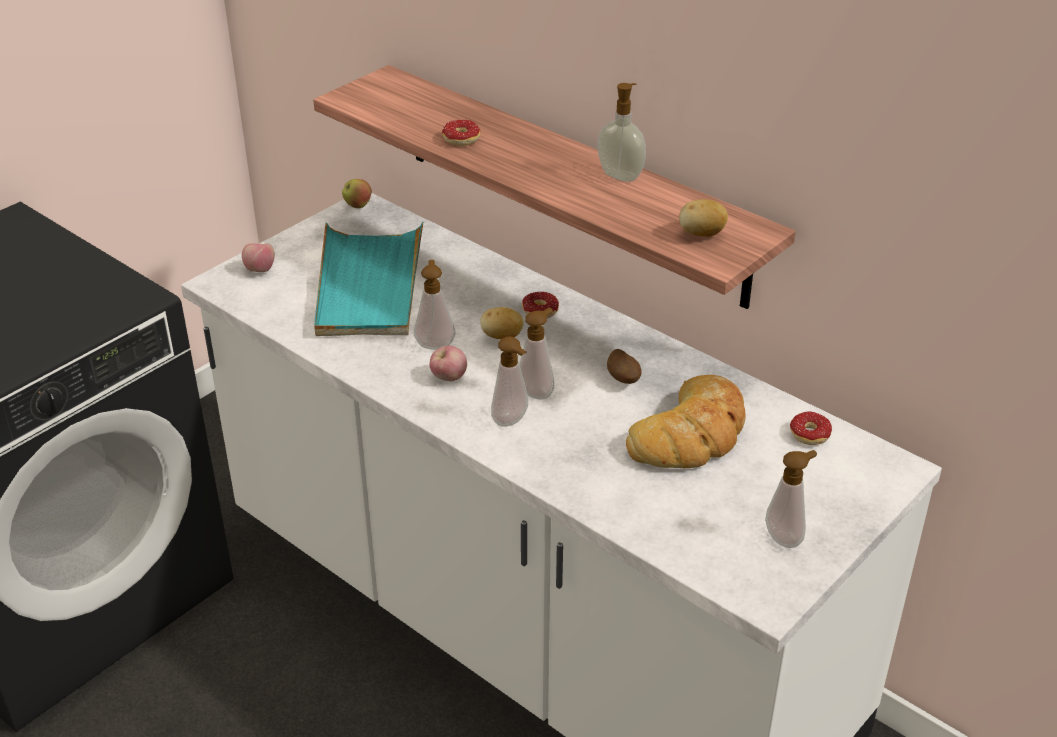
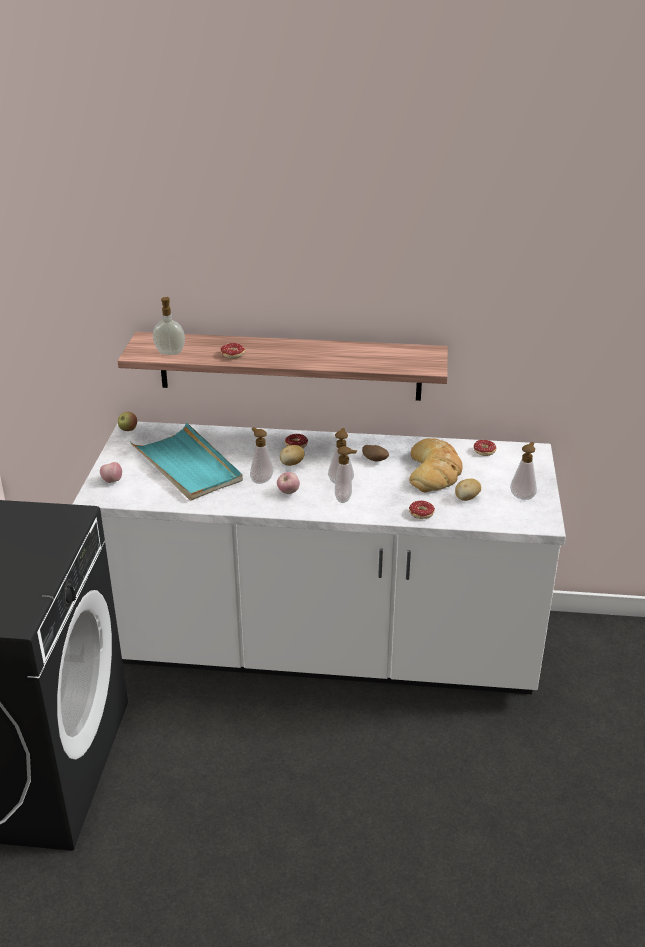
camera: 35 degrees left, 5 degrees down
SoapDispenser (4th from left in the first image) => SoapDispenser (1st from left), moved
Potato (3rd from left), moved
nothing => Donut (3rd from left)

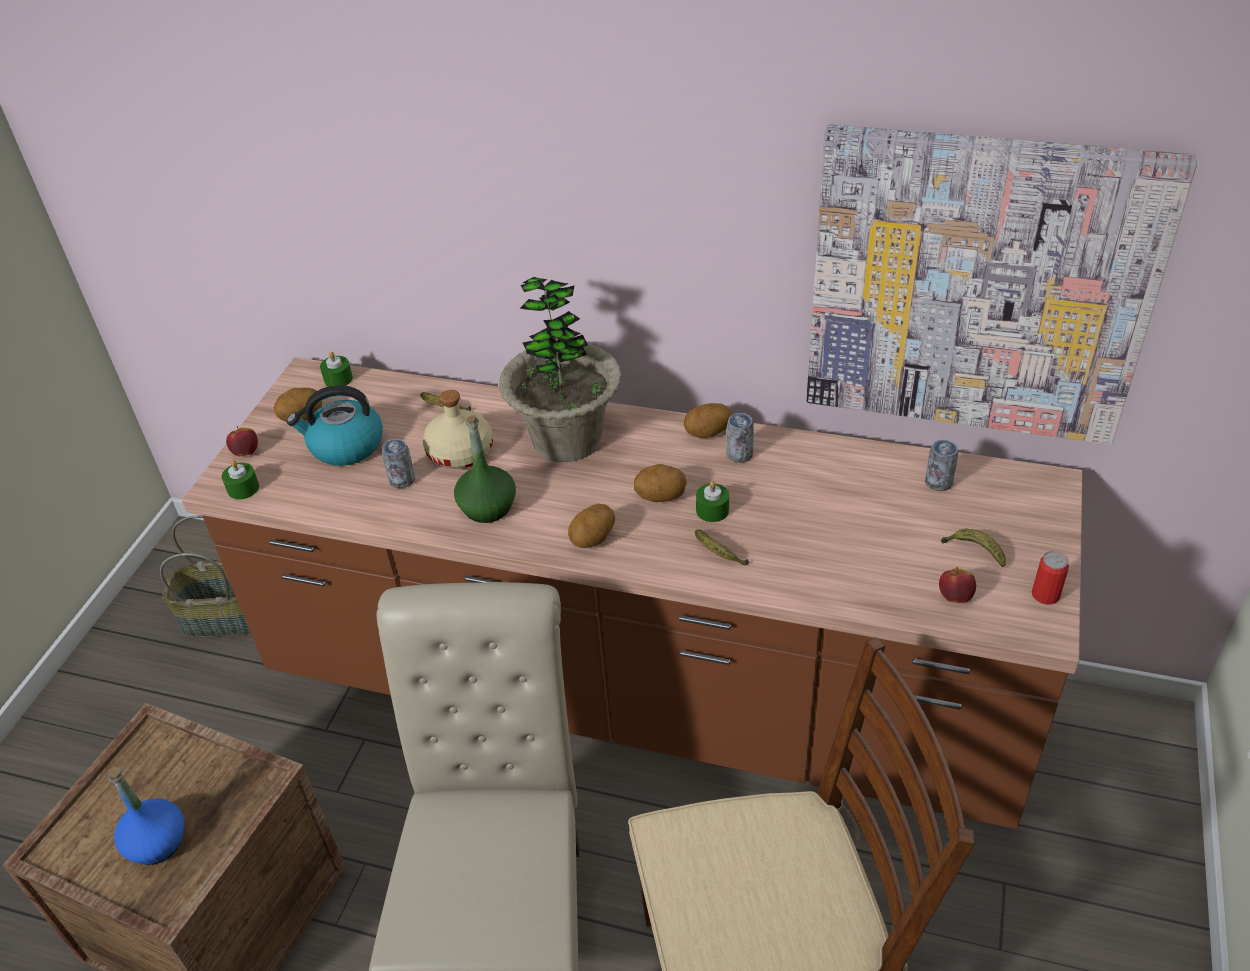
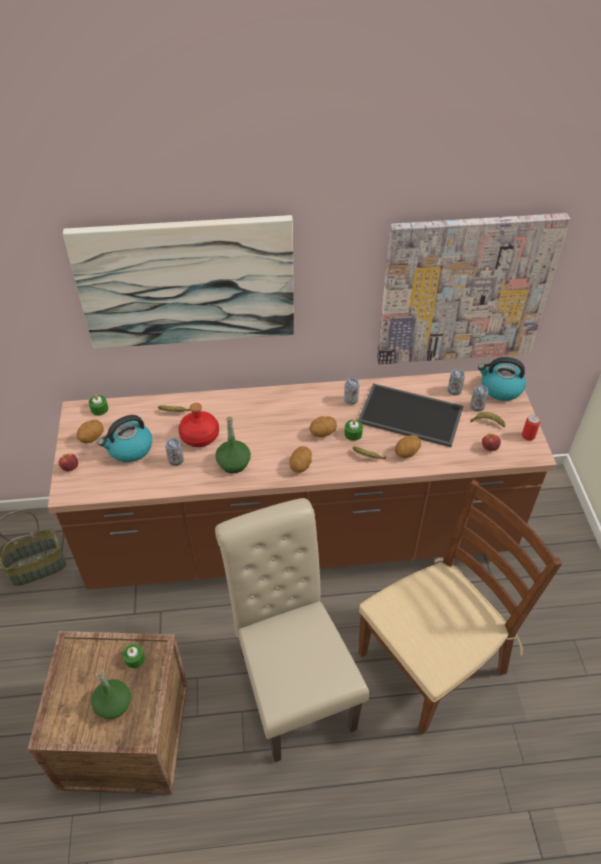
camera: 25 degrees left, 5 degrees up
PottedPlant => nothing
BeigeBottle => RedBottle
Potato (4th from left), moved
GreenCandle (1st from left in the first image) => GreenCandle (2nd from left), moved
BlueBottle => GreenBottle (1st from left)
nothing => Picture (1st from left)
nothing => Kettle (2nd from left)
nothing => Tray
nothing => Can (4th from left)

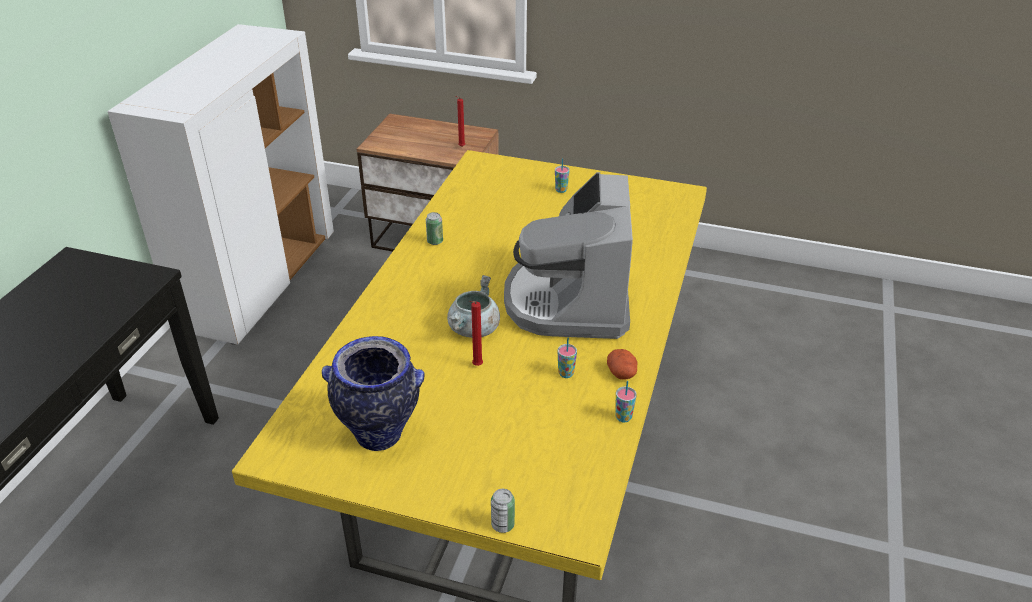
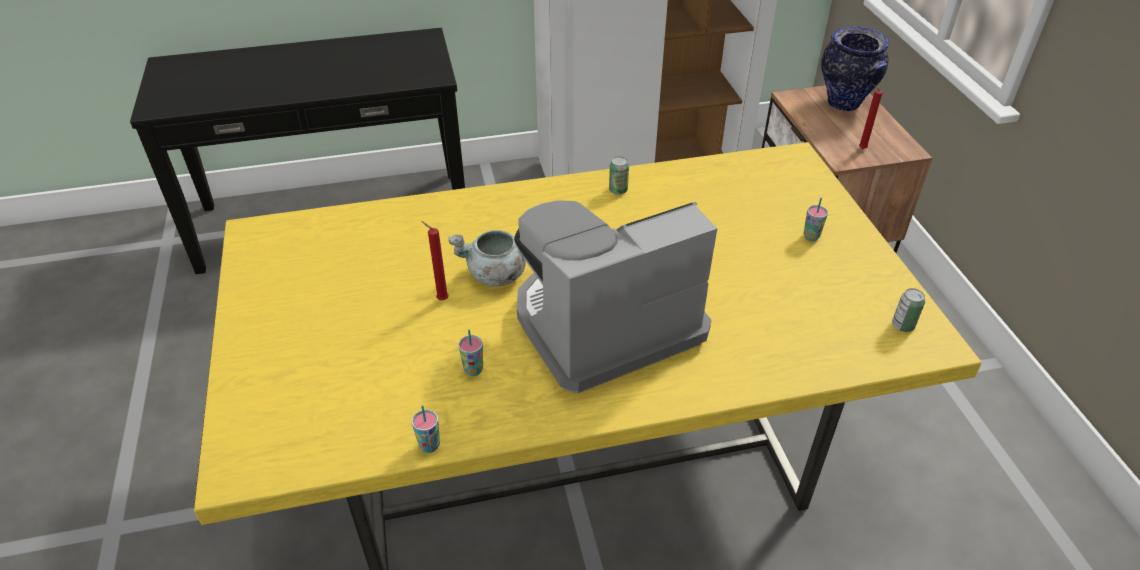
camera: 60 degrees right, 5 degrees up
Vase, moved
Potato => nothing
Can (2nd from left), moved

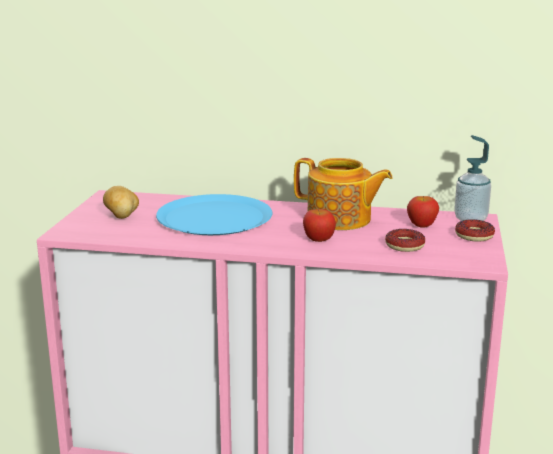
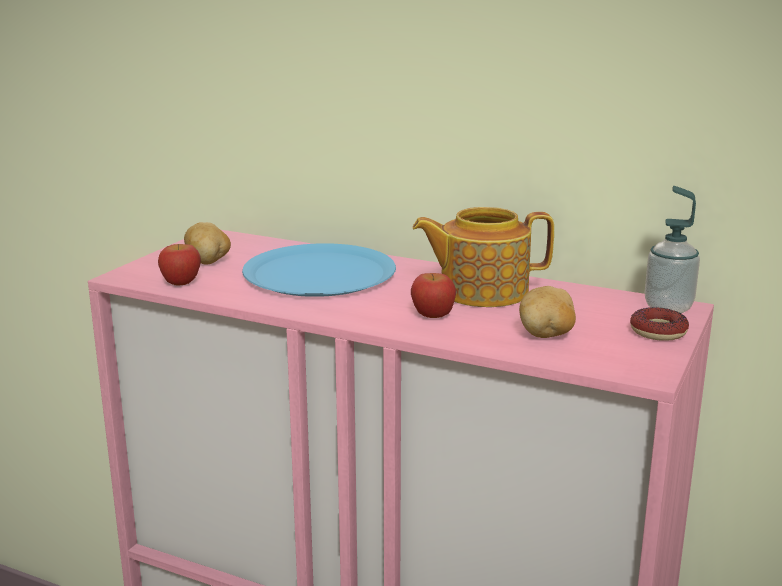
camera: 15 degrees right, 0 degrees up
Teapot, 135 degrees clockwise
Apple (2nd from left in the first image) => Apple (1st from left), moved
Donut (1st from left) => Potato (2nd from left)

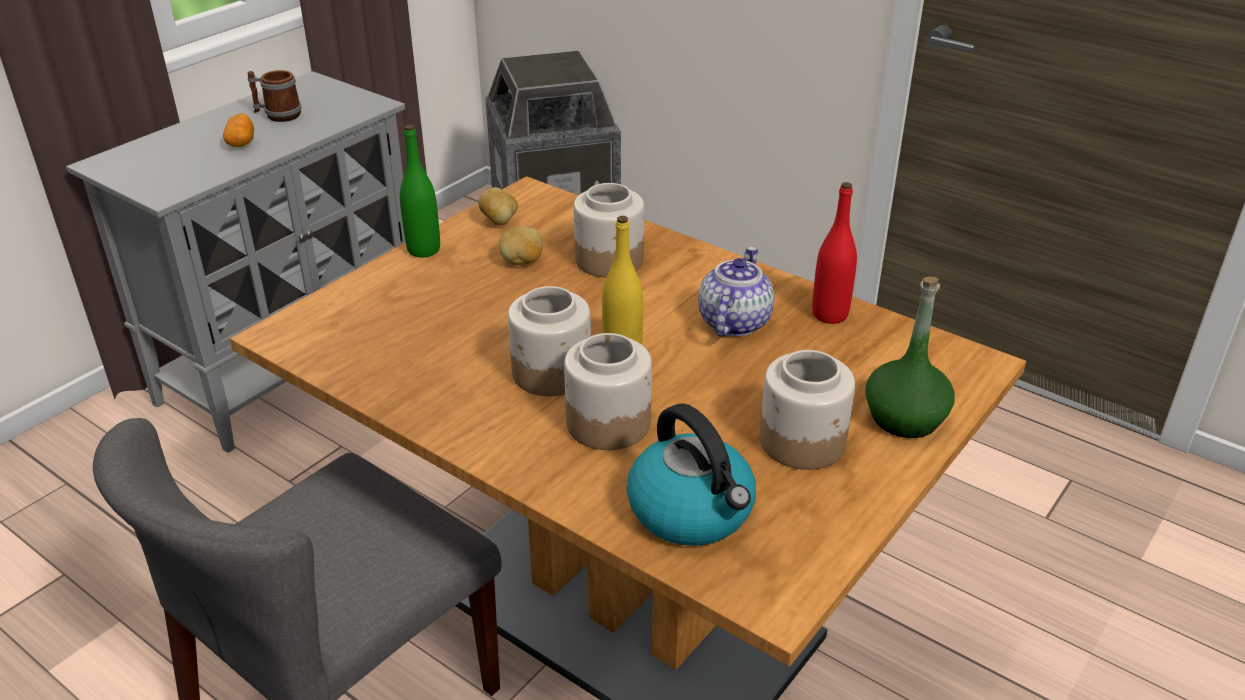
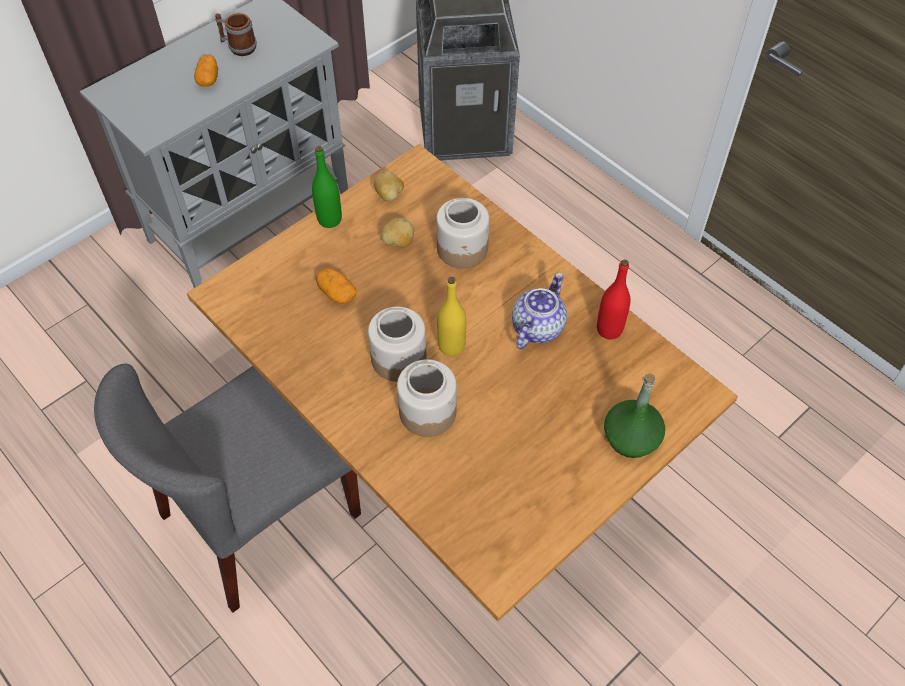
camera: 10 degrees right, 20 degrees up
Jar (4th from left) => nothing
Kettle => nothing
nothing => Potato (2nd from left)

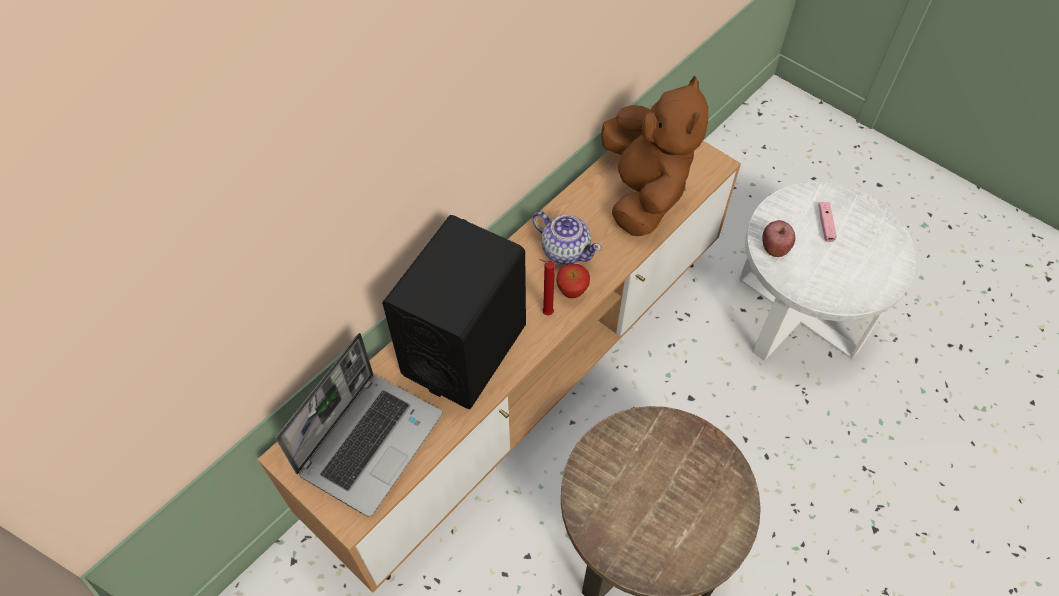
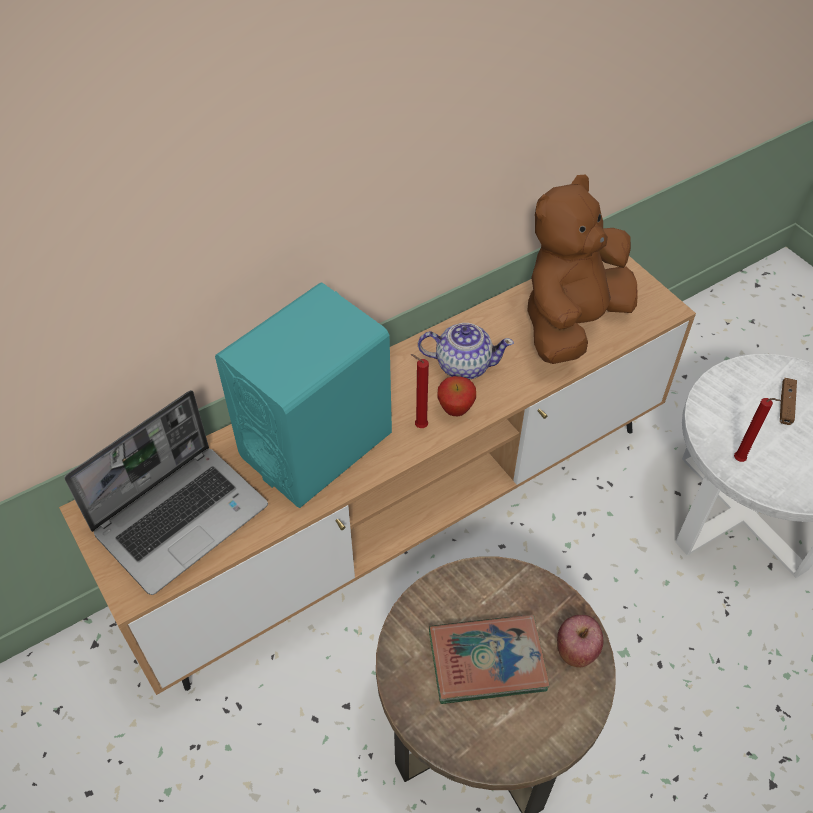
camera: 15 degrees right, 5 degrees down
BrownPlushToy, 150 degrees counterclockwise
PinkGameController => BrownGameController
Teapot, 45 degrees counterclockwise
BlackSpeaker => TurquoiseSpeaker
Apple (2nd from left), moved
nothing => RedCandle (2nd from left)
nothing => Book

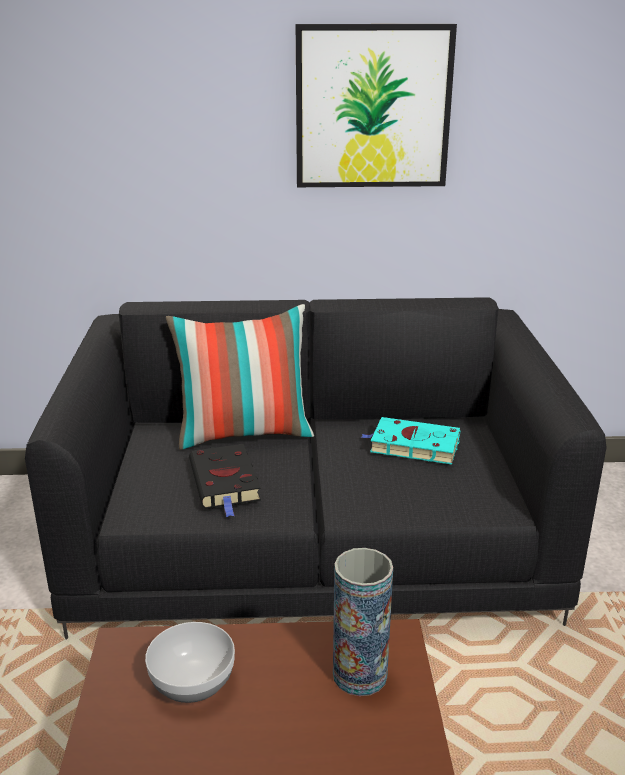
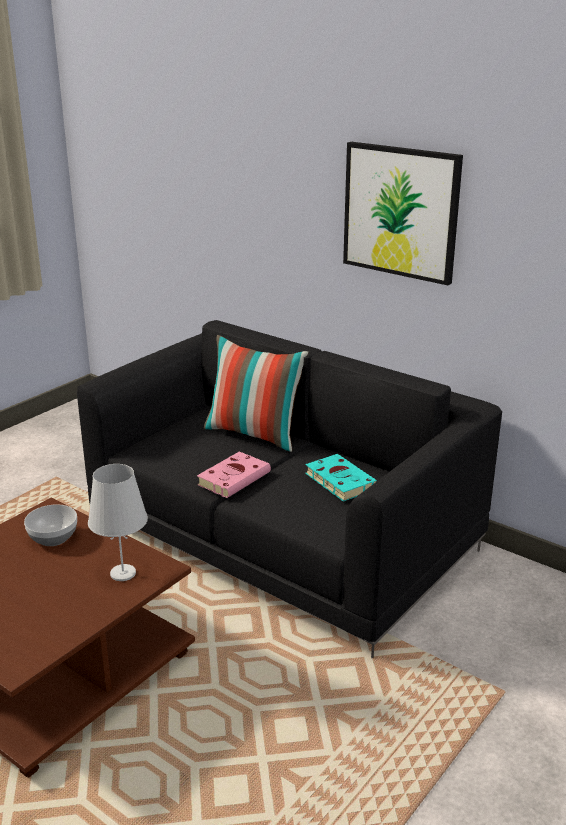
camera: 40 degrees right, 0 degrees up
BlackBook => nothing
Vase => WhiteTableLamp
nothing => PinkBook

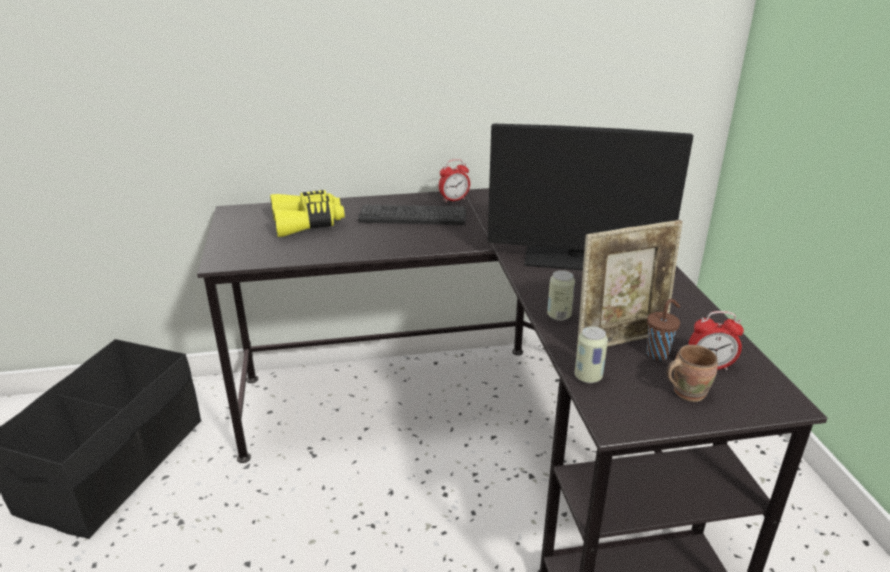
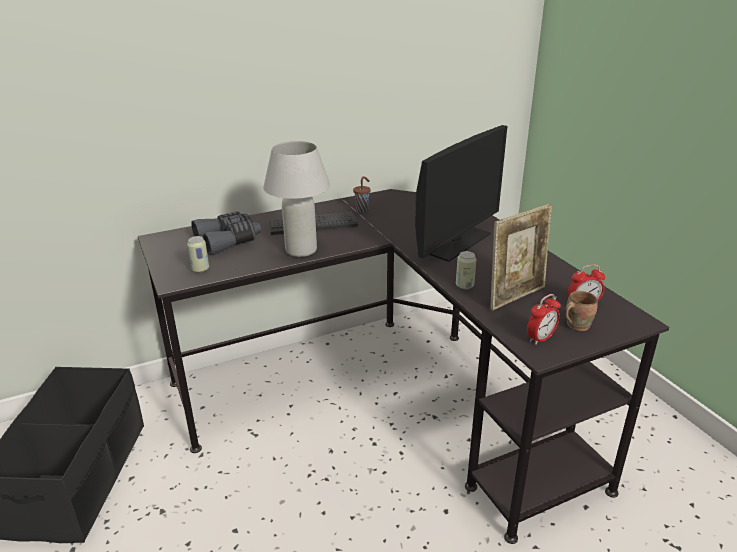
camera: 15 degrees left, 0 degrees up
Monitor, 45 degrees counterclockwise
AlarmClock (1st from left), moved
YellowBinoculars => GreyBinoculars
BrownCup, moved
Can (2nd from left in the first image) => Can (1st from left), moved
nothing => WhiteTableLamp

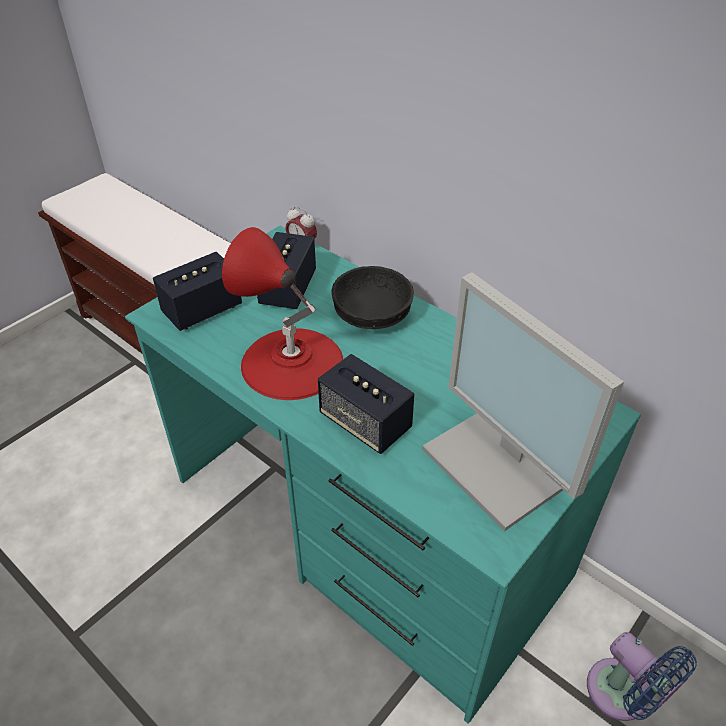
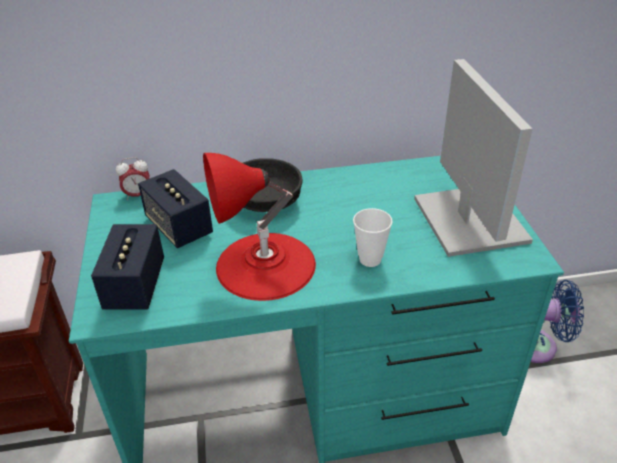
camera: 50 degrees left, 5 degrees down
Monitor, 105 degrees counterclockwise
Speaker (3rd from left) => Cup

